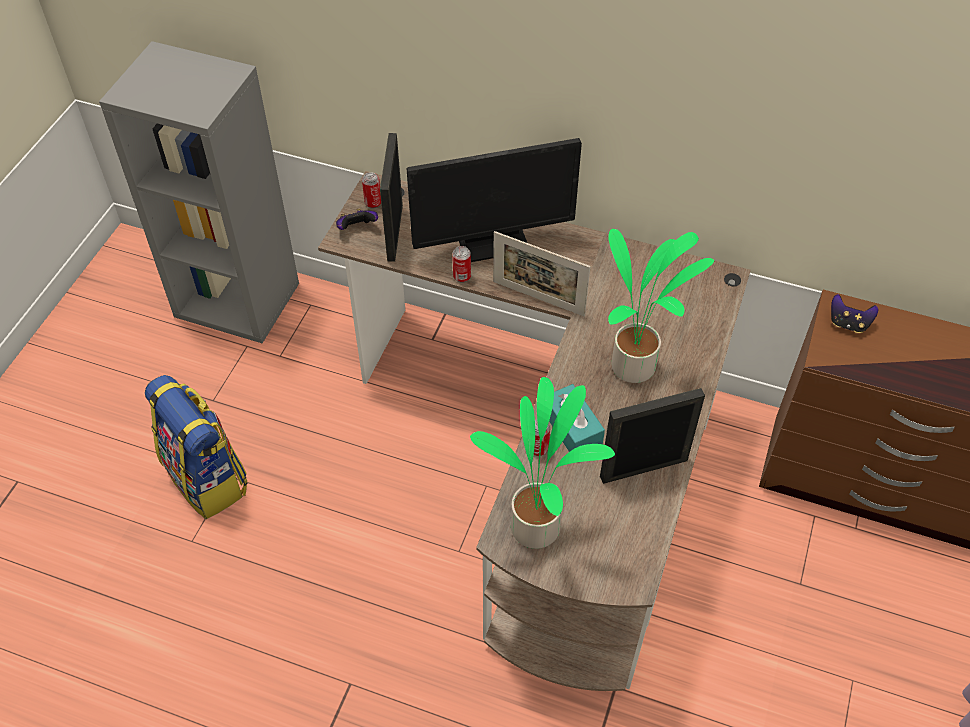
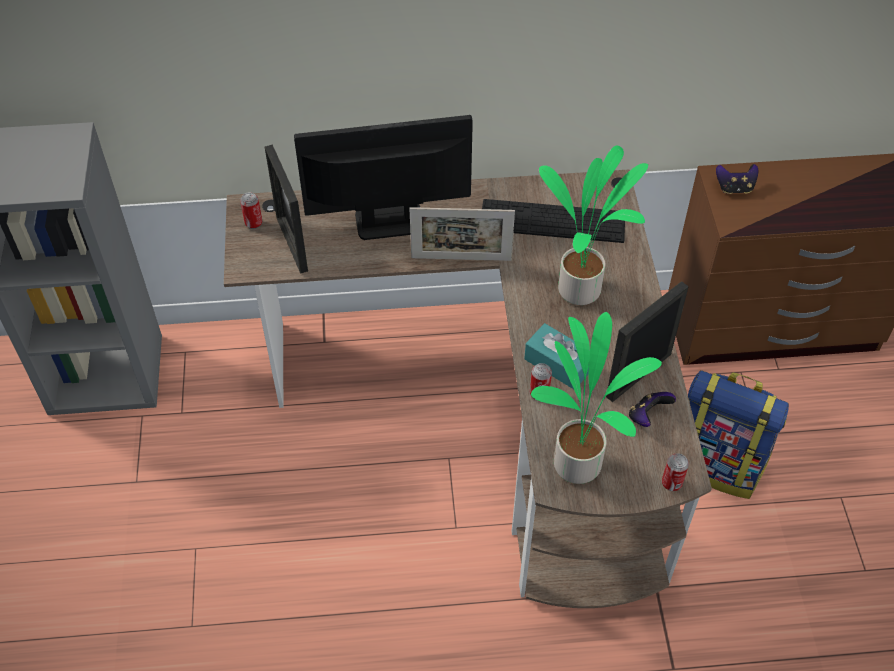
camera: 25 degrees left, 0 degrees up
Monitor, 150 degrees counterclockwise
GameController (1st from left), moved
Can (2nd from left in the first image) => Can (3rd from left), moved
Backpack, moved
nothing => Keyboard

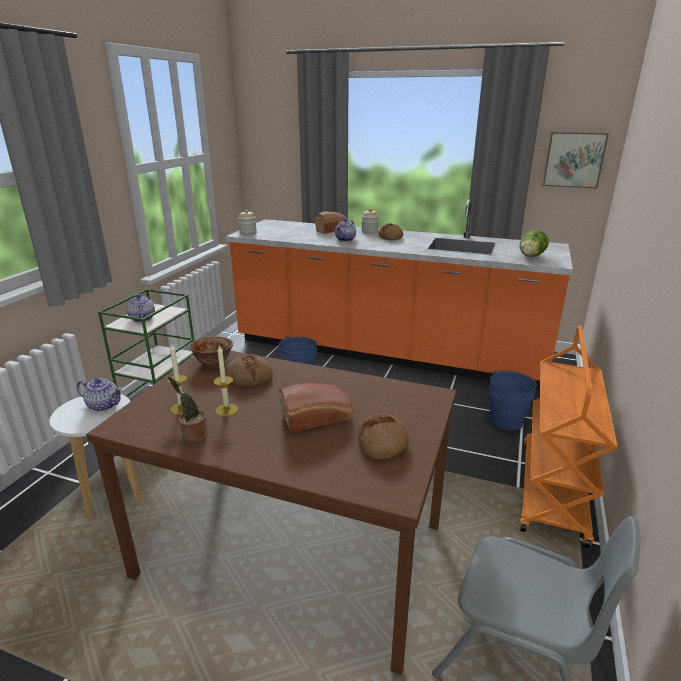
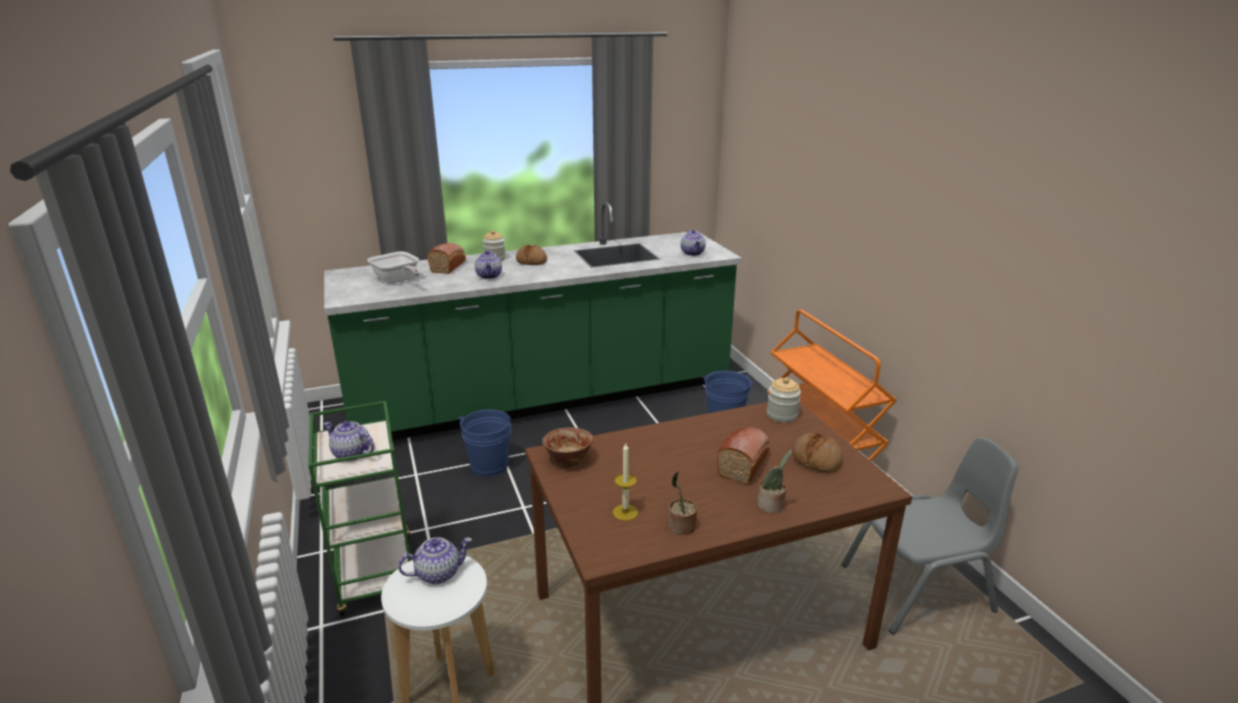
camera: 40 degrees left, 0 degrees up
Picture => nothing
OrangeCounter => GreenCounter
Jar (1st from left in the first image) => Jar (2nd from left), moved
Lettuce => Teapot (4th from left)
Candle (2nd from left) => nothing
Bread (1st from left) => nothing
nothing => FryingPan
nothing => PottedPlant (2nd from left)

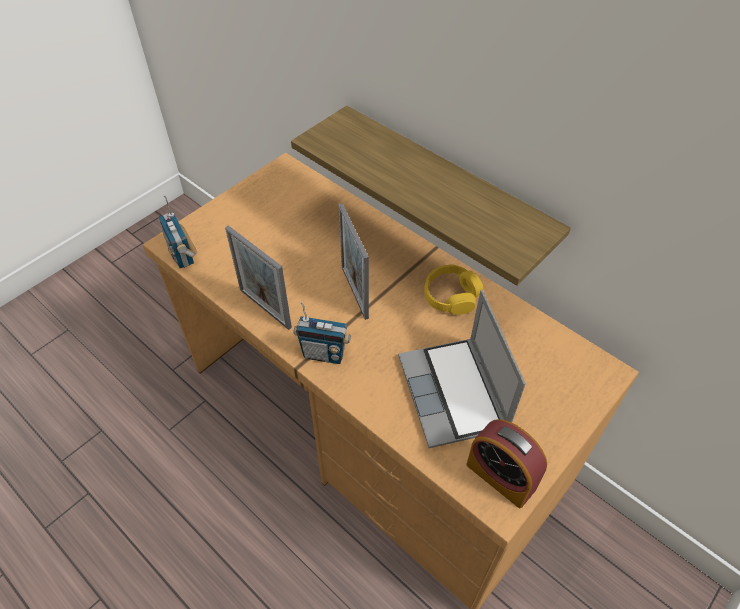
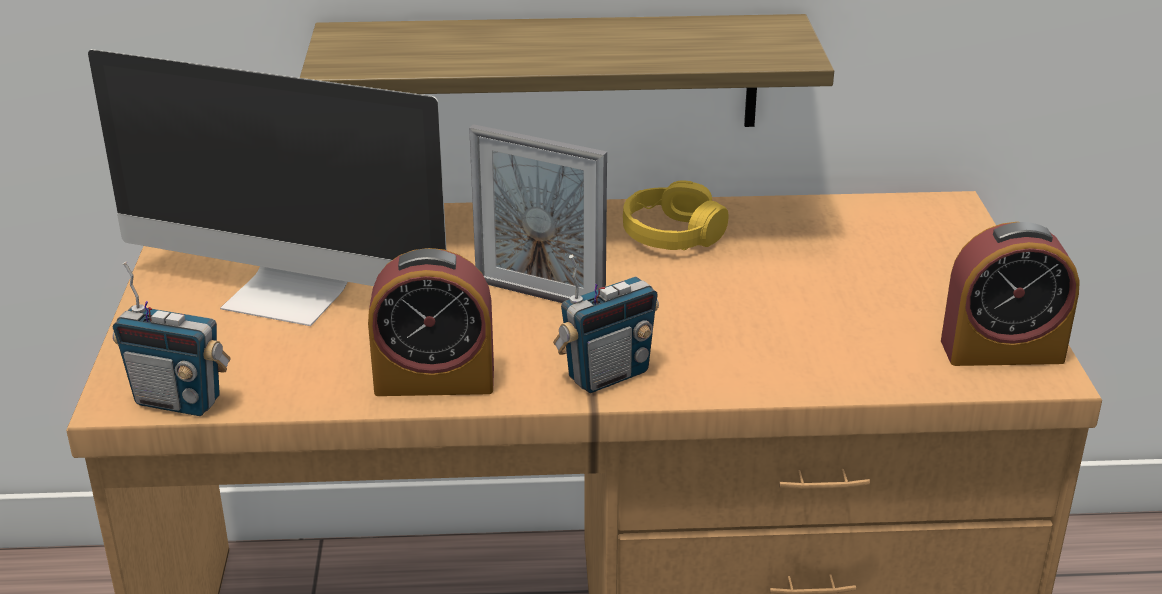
camera: 45 degrees left, 20 degrees down
PictureFrame (1st from left) => AlarmClock (1st from left)
Laptop => nothing
nothing => Monitor

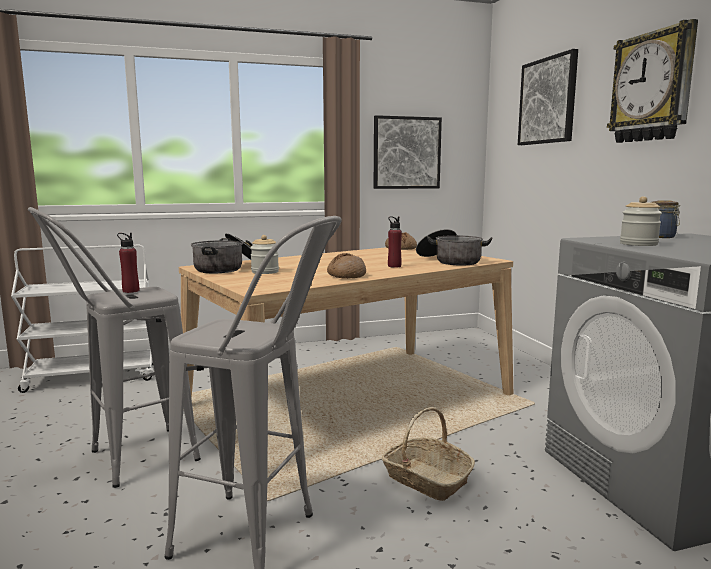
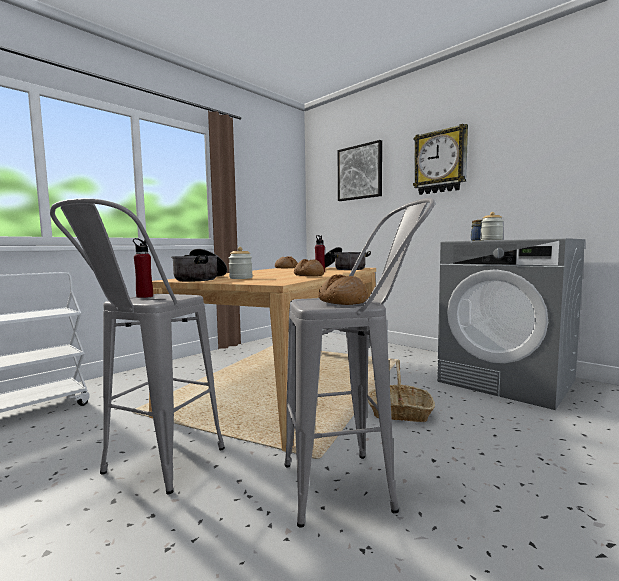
camera: 30 degrees left, 5 degrees down
Picture (1st from left) => nothing
nothing => Bread (3rd from left)

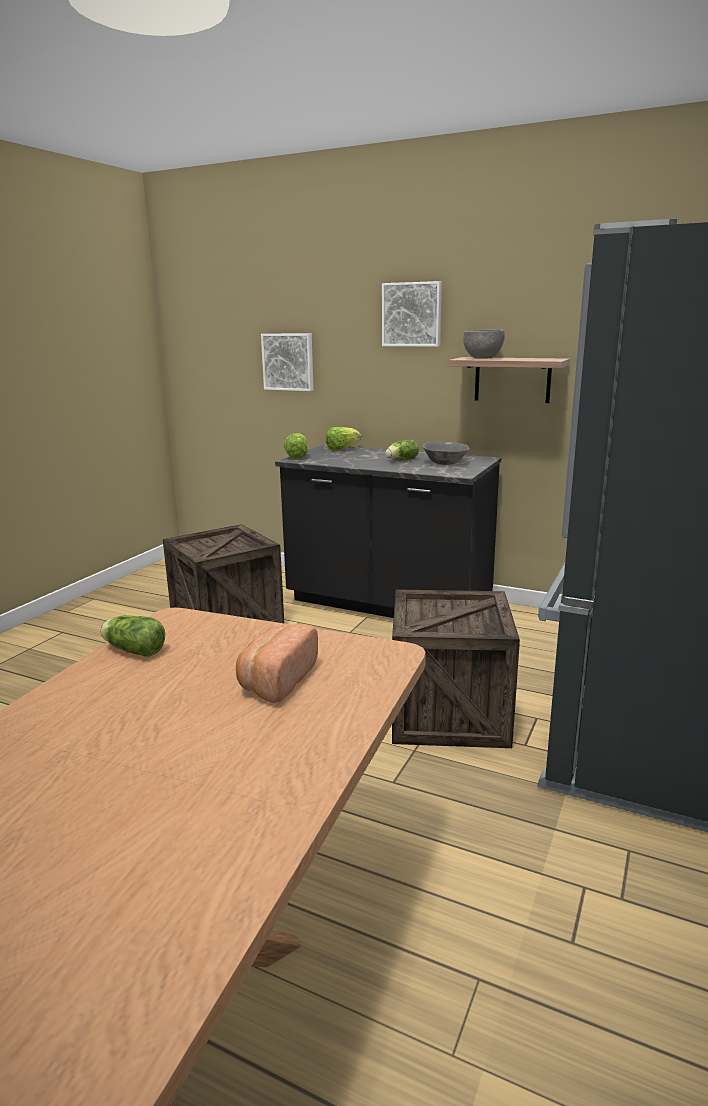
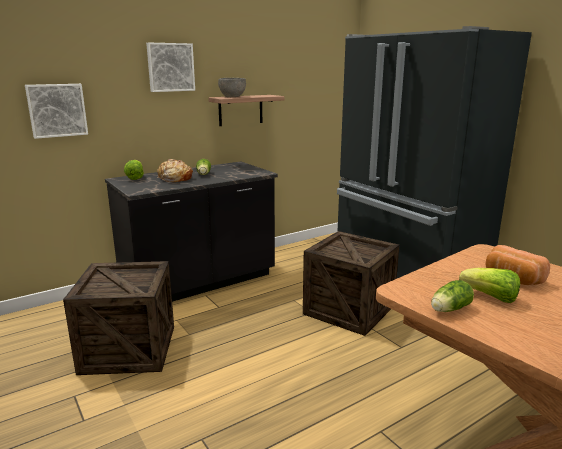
camera: 60 degrees left, 0 degrees up
Lettuce (2nd from left in the first image) => Lettuce (4th from left), moved
GreyBowl (1st from left) => nothing
nothing => Bread (1st from left)

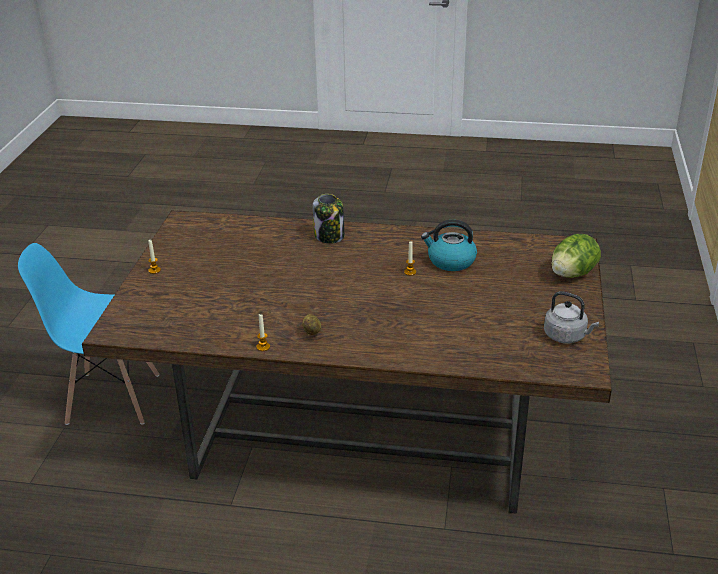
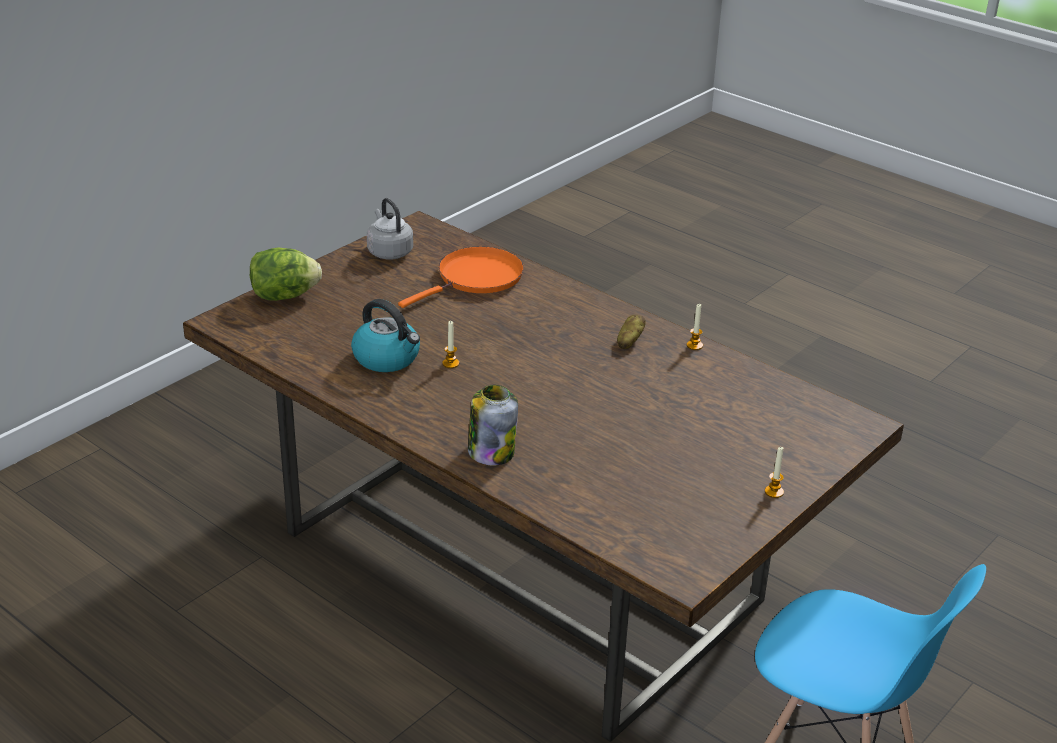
camera: 150 degrees left, 0 degrees up
nothing => OrangeFryingPan

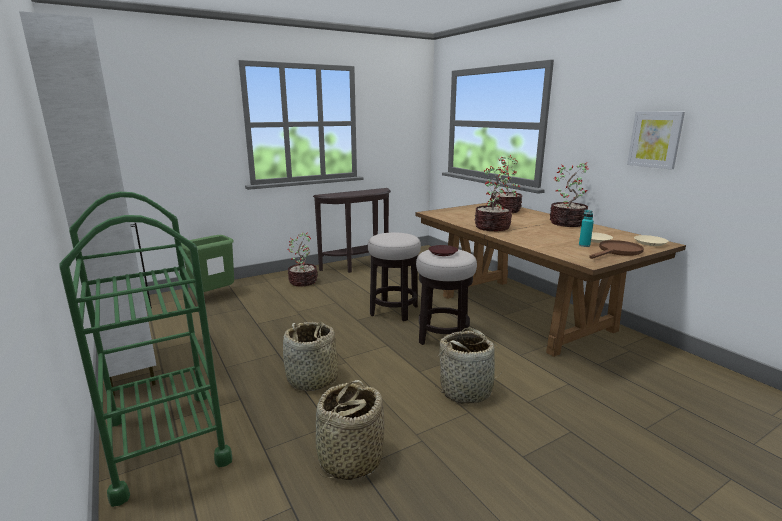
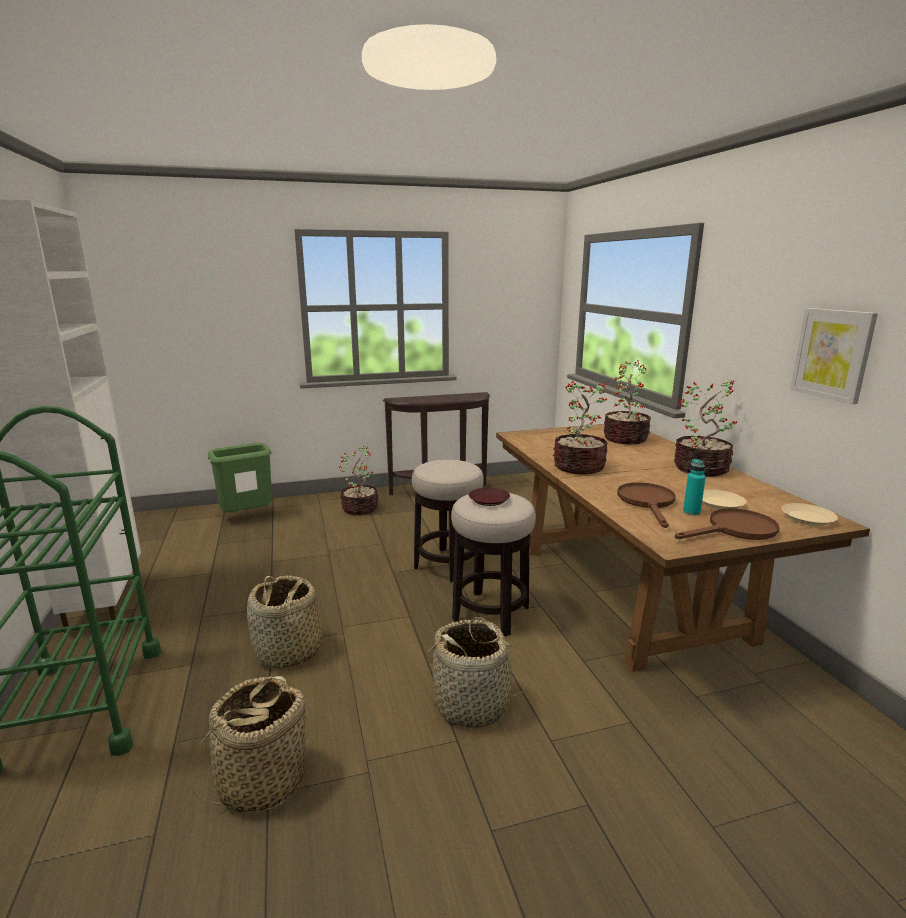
camera: 15 degrees right, 0 degrees up
nothing => BrownFryingPan (1st from left)

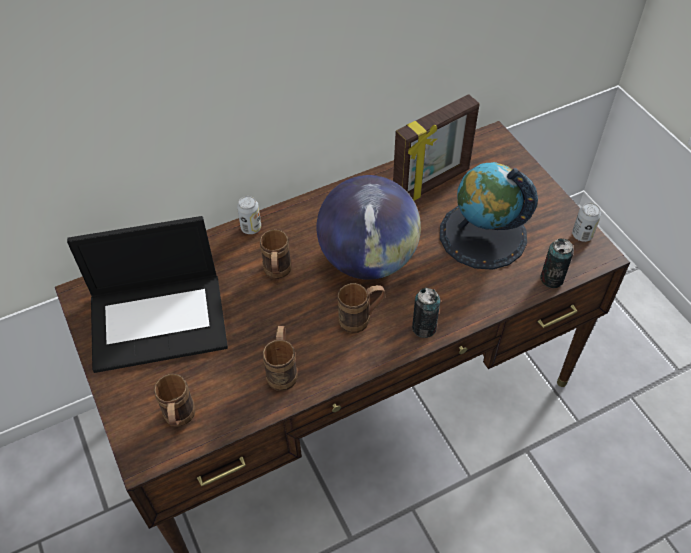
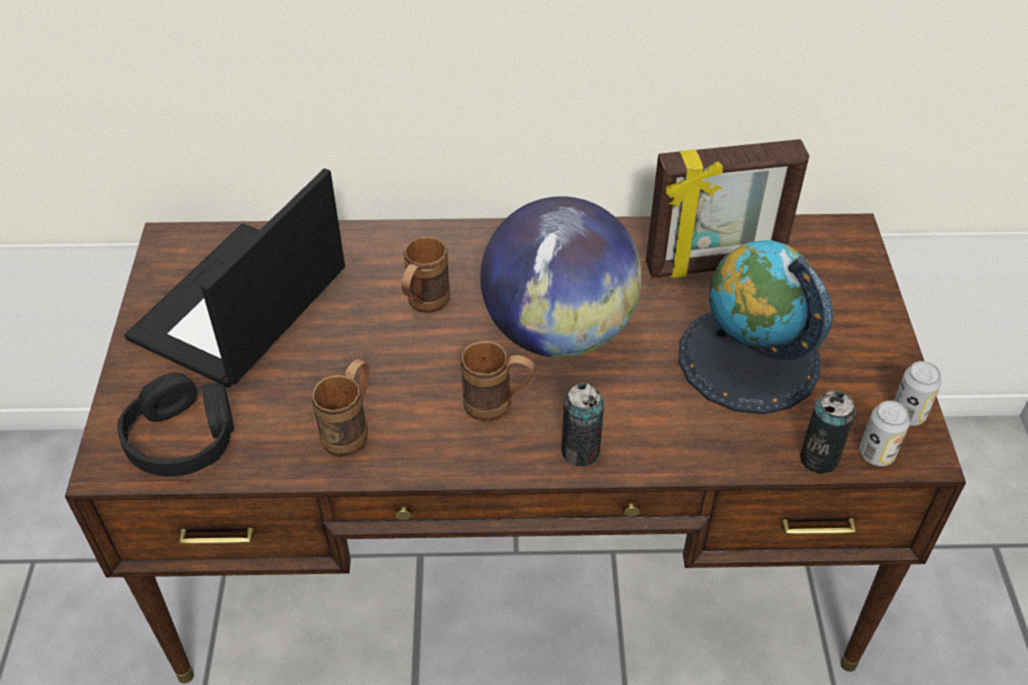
camera: 25 degrees right, 5 degrees down
Can (1st from left in the first image) => Can (3rd from left), moved
Laptop, 105 degrees clockwise
BrownMug (1st from left) => BlackHeadphones

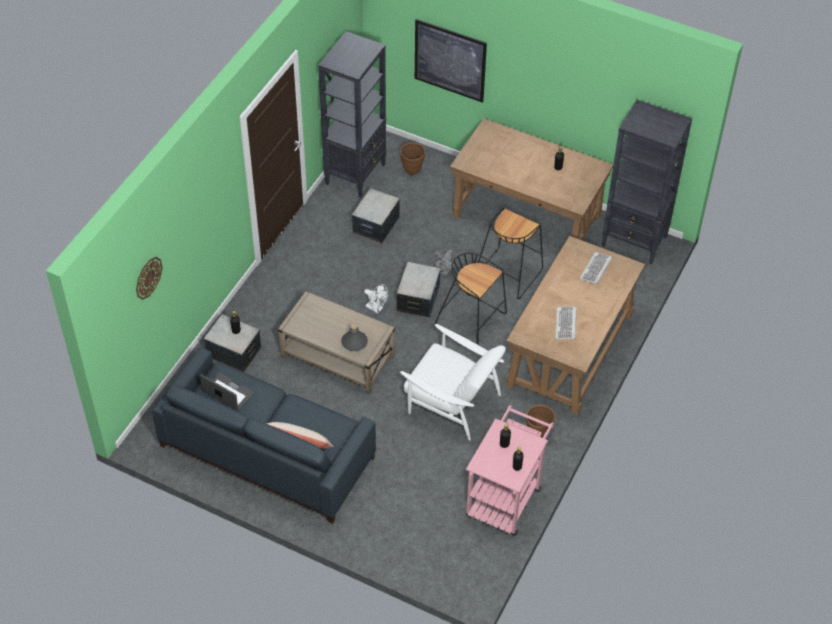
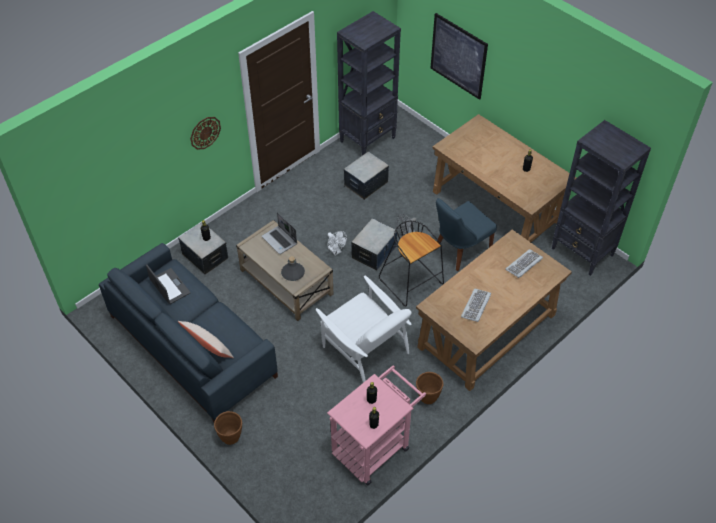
camera: 20 degrees right, 0 degrees up
BrownPlanter (1st from left), moved
BlackStool (2nd from left) => BlueChair
WallClock, moved
nothing => Laptop (2nd from left)

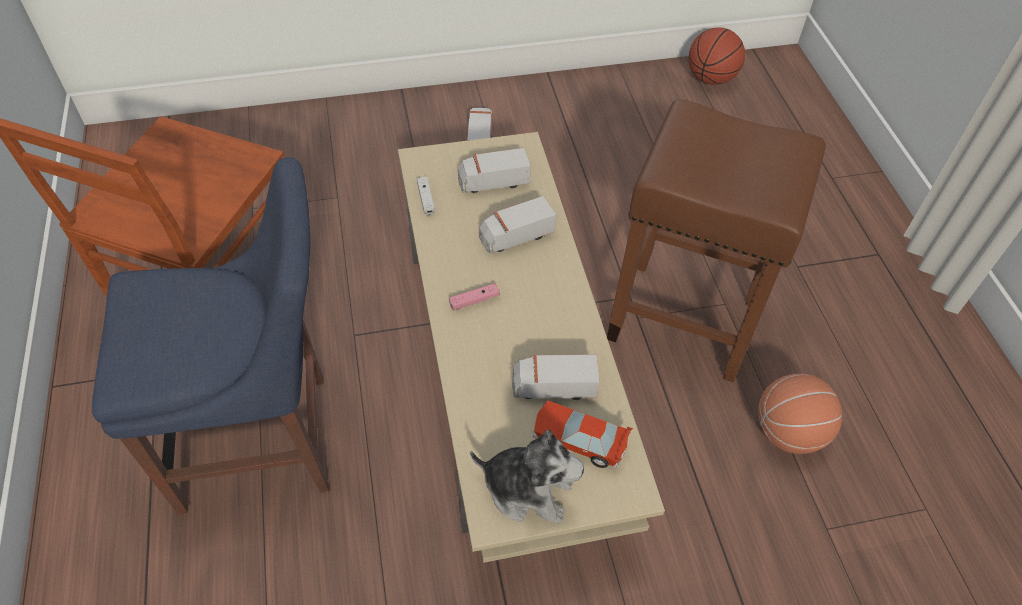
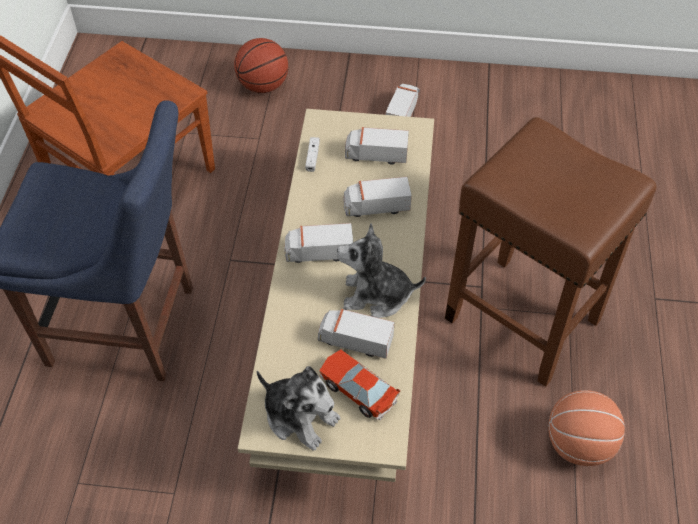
camera: 20 degrees right, 0 degrees up
Basketball (1st from left), moved
PinkGameController => ToyTruck (1st from left)
nothing => PlushToy (2nd from left)

